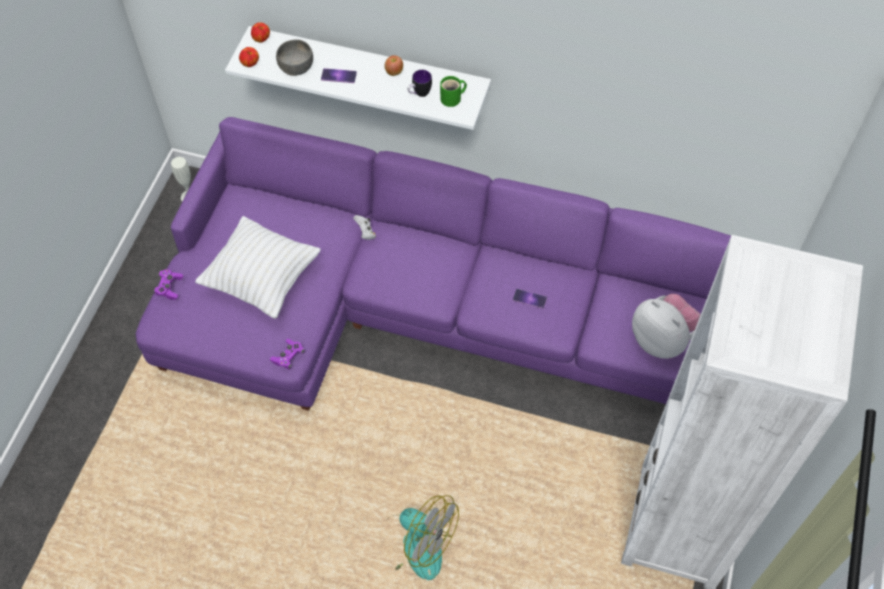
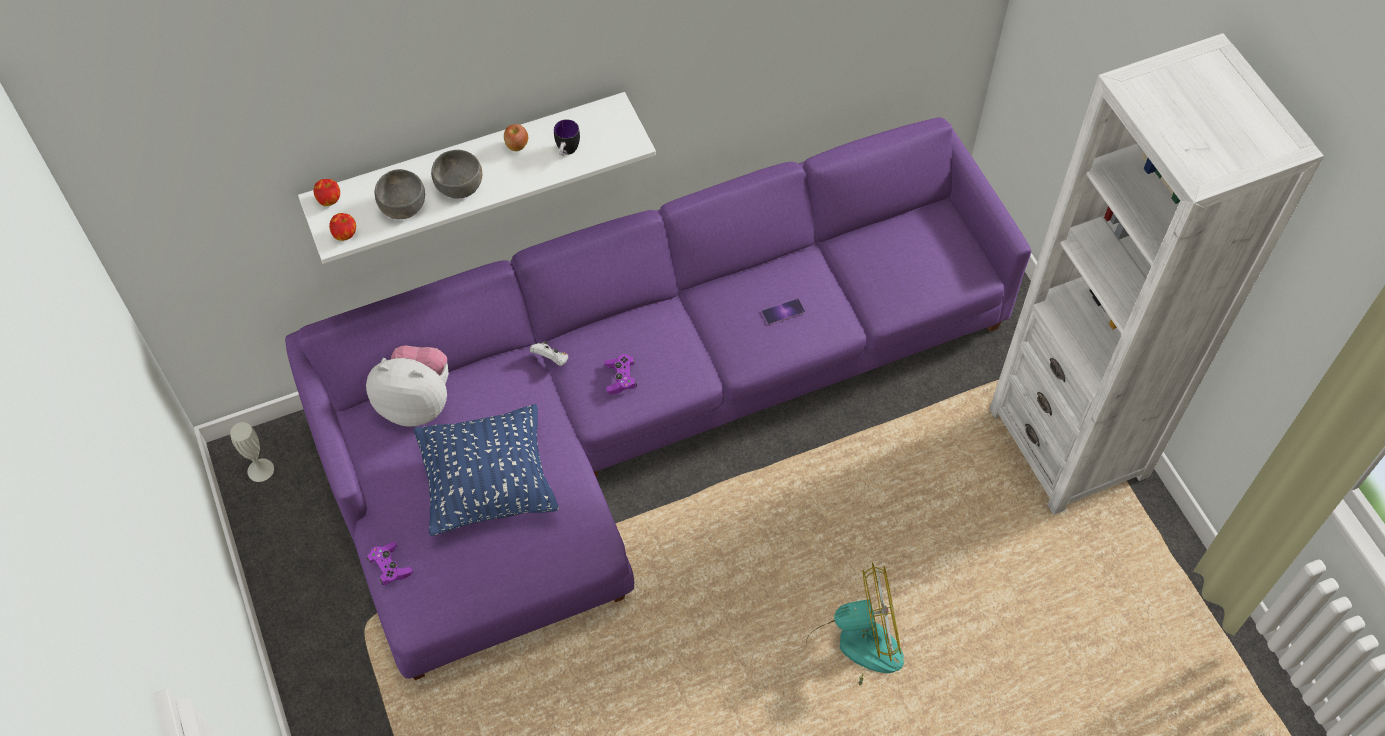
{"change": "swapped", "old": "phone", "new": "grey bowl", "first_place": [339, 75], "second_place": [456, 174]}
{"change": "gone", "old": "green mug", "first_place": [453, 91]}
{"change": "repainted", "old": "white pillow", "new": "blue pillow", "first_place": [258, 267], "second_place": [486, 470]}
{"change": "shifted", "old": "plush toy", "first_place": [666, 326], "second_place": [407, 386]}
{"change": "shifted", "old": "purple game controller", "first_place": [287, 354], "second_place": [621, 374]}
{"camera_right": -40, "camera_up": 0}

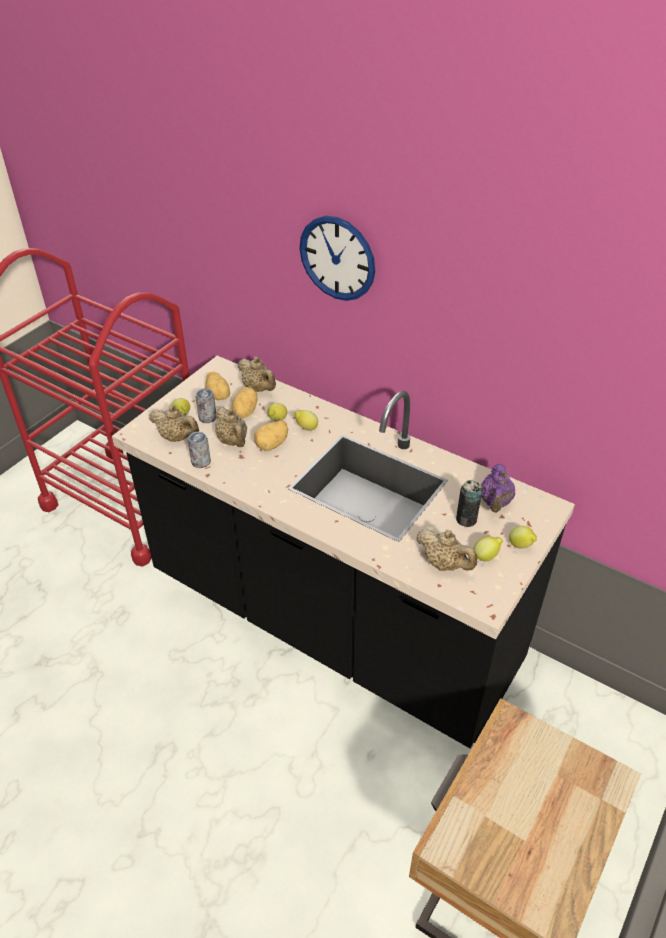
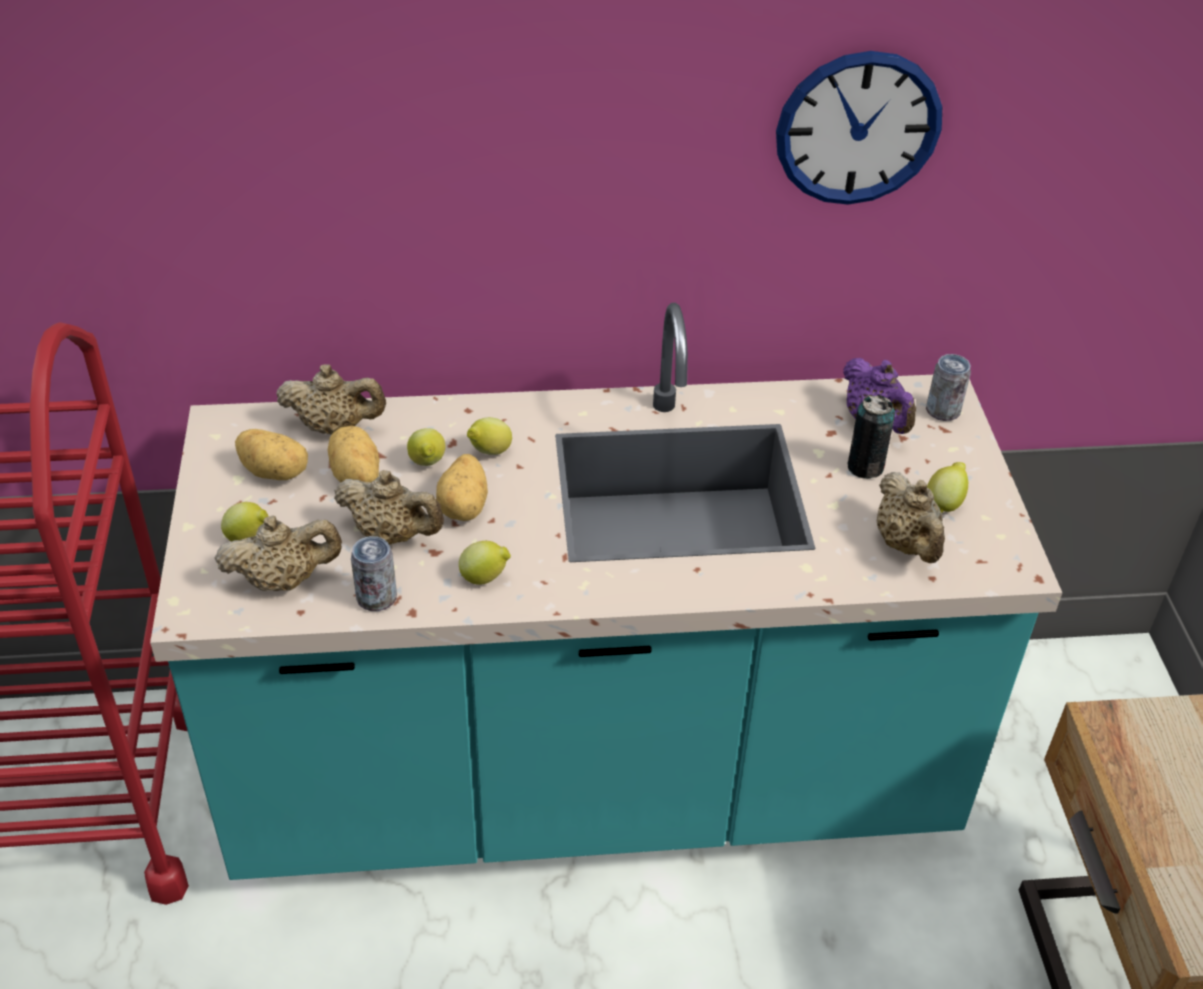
{"change": "shifted", "old": "wall clock", "first_place": [337, 258], "second_place": [859, 128]}
{"change": "repainted", "old": "black counter", "new": "turquoise counter", "first_place": [343, 552], "second_place": [606, 591]}
{"change": "shifted", "old": "can", "first_place": [206, 405], "second_place": [948, 387]}
{"change": "shifted", "old": "lemon", "first_place": [523, 537], "second_place": [485, 563]}
{"change": "rotated", "old": "beige teapot", "first_place": [446, 550], "second_place": [911, 517], "degrees": 75}
{"camera_right": -40, "camera_up": 0}

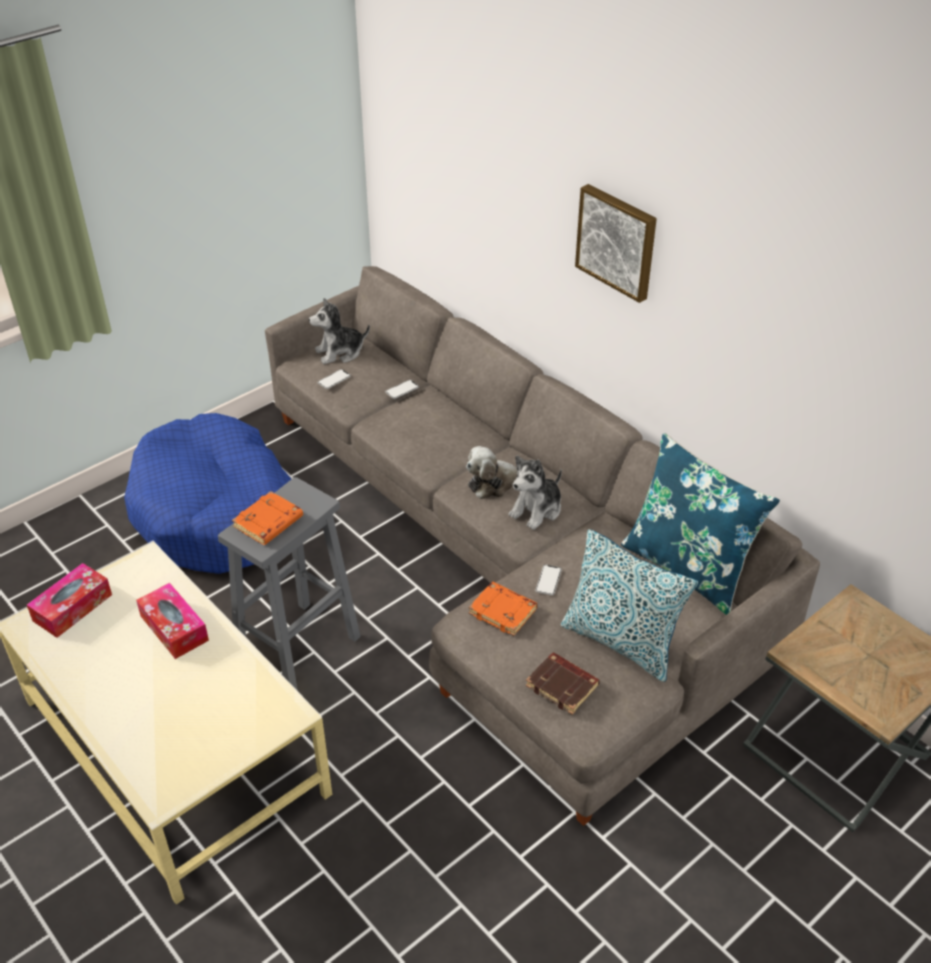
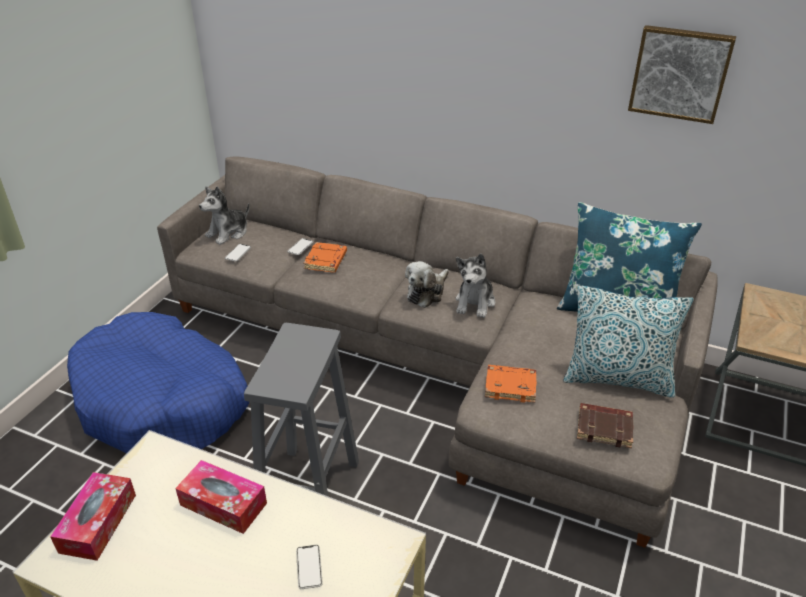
{"change": "shifted", "old": "picture", "first_place": [616, 243], "second_place": [682, 74]}
{"change": "shifted", "old": "orange book", "first_place": [267, 518], "second_place": [325, 257]}
{"change": "shifted", "old": "phone", "first_place": [548, 580], "second_place": [309, 567]}
{"camera_right": -25, "camera_up": -5}

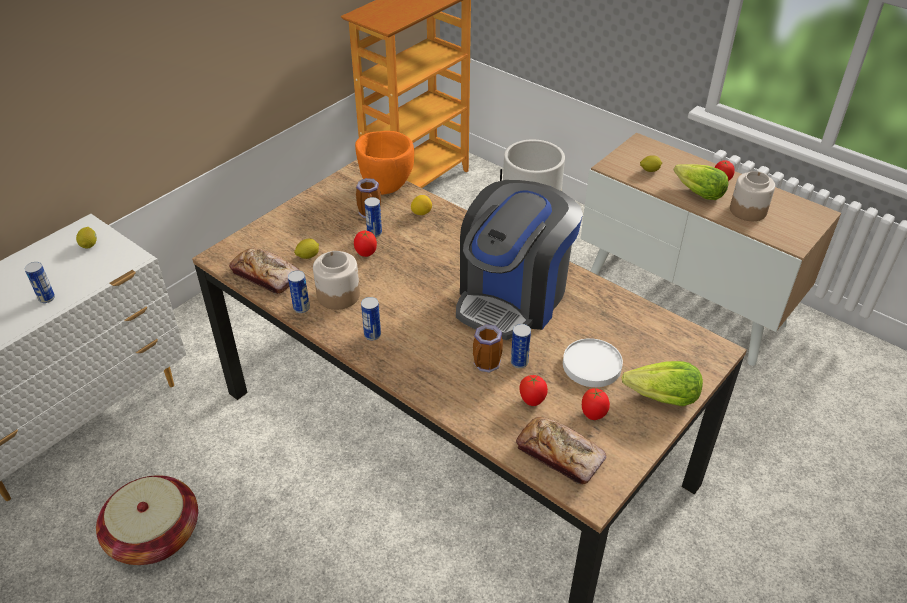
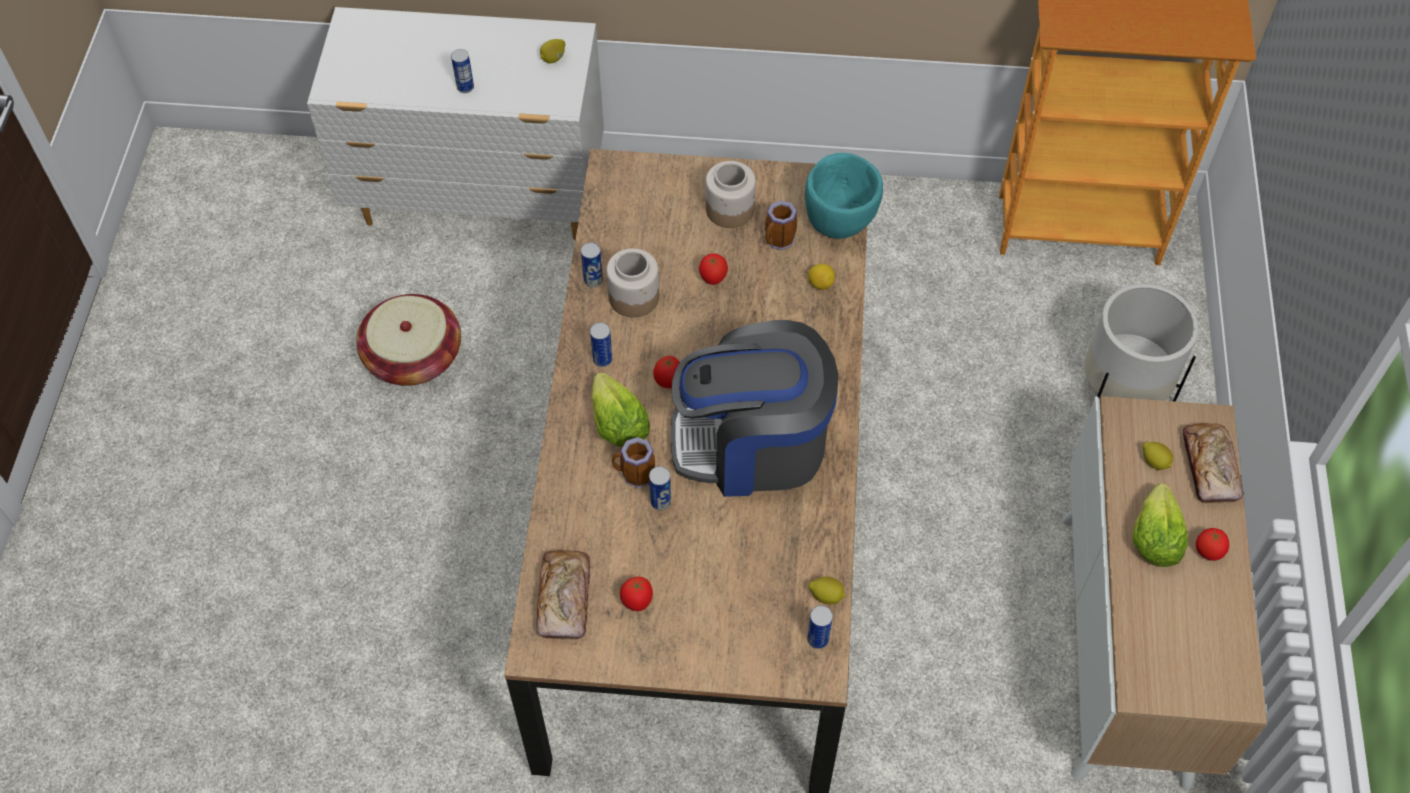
{"change": "repainted", "old": "orange bowl", "new": "turquoise bowl", "first_place": [384, 163], "second_place": [844, 196]}
{"change": "shifted", "old": "jar", "first_place": [752, 196], "second_place": [731, 194]}
{"change": "shifted", "old": "can", "first_place": [373, 217], "second_place": [820, 627]}
{"change": "shifted", "old": "lemon", "first_place": [306, 249], "second_place": [827, 591]}
{"change": "shifted", "old": "bread", "first_place": [264, 271], "second_place": [1213, 463]}
{"change": "gone", "old": "white plate", "first_place": [593, 362]}
{"change": "shifted", "old": "lettuce", "first_place": [662, 383], "second_place": [620, 409]}
{"change": "shifted", "old": "tomato", "first_place": [534, 390], "second_place": [666, 372]}
{"camera_right": 55, "camera_up": 15}

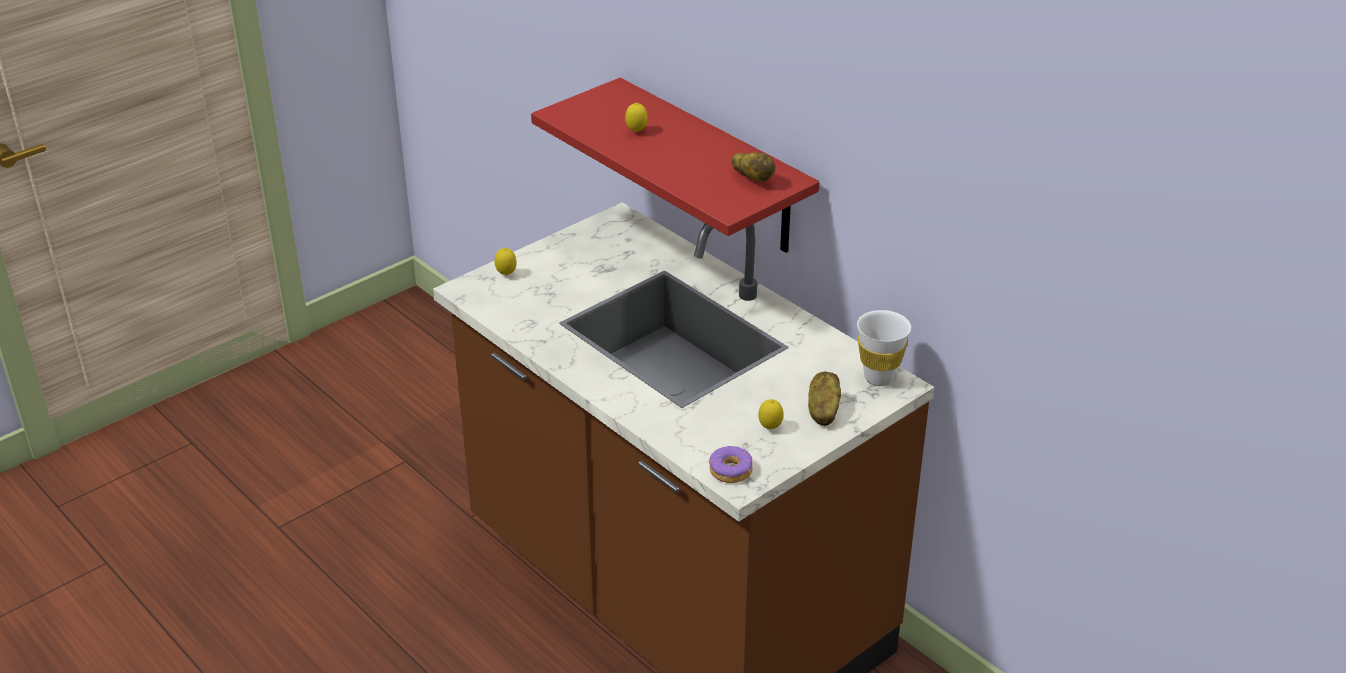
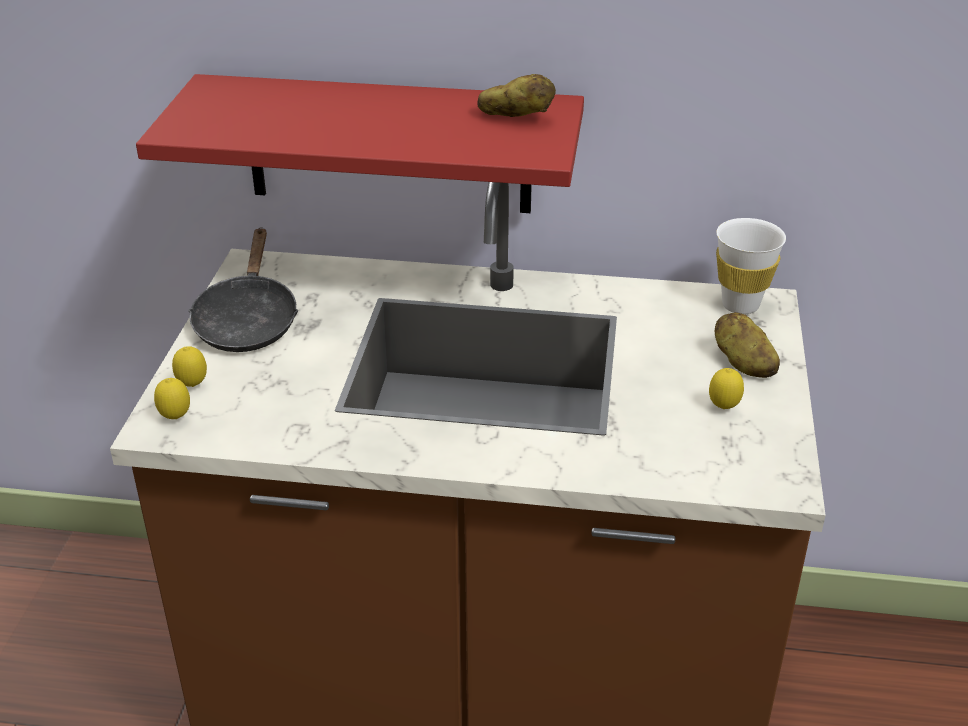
{"change": "shifted", "old": "lemon", "first_place": [636, 117], "second_place": [172, 398]}
{"change": "gone", "old": "donut", "first_place": [731, 464]}
{"change": "new", "new": "black frying pan", "second_place": [243, 289]}
{"camera_right": -40, "camera_up": 0}

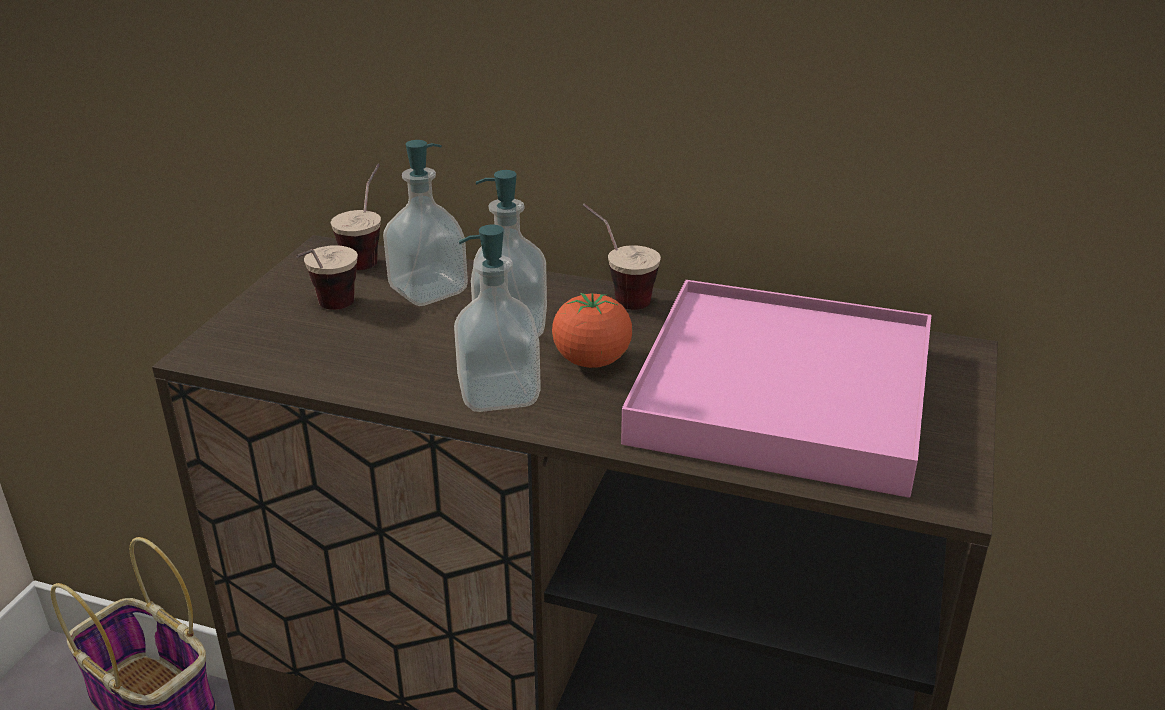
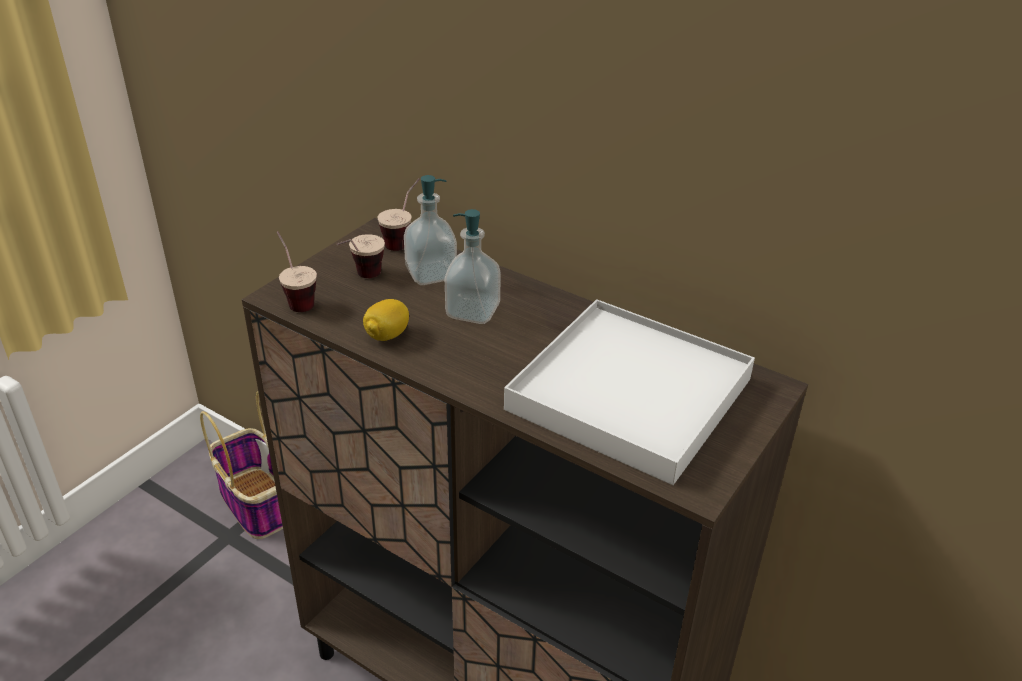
{"change": "shifted", "old": "cup", "first_place": [622, 257], "second_place": [297, 271]}
{"change": "gone", "old": "soap dispenser", "first_place": [497, 318]}
{"change": "repainted", "old": "pink tray", "new": "white tray", "first_place": [776, 389], "second_place": [629, 392]}
{"change": "gone", "old": "tomato", "first_place": [592, 330]}
{"change": "new", "new": "lemon", "second_place": [386, 320]}
{"camera_right": 15, "camera_up": 5}

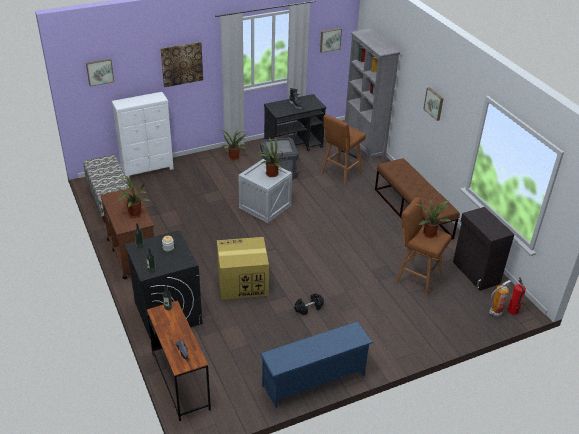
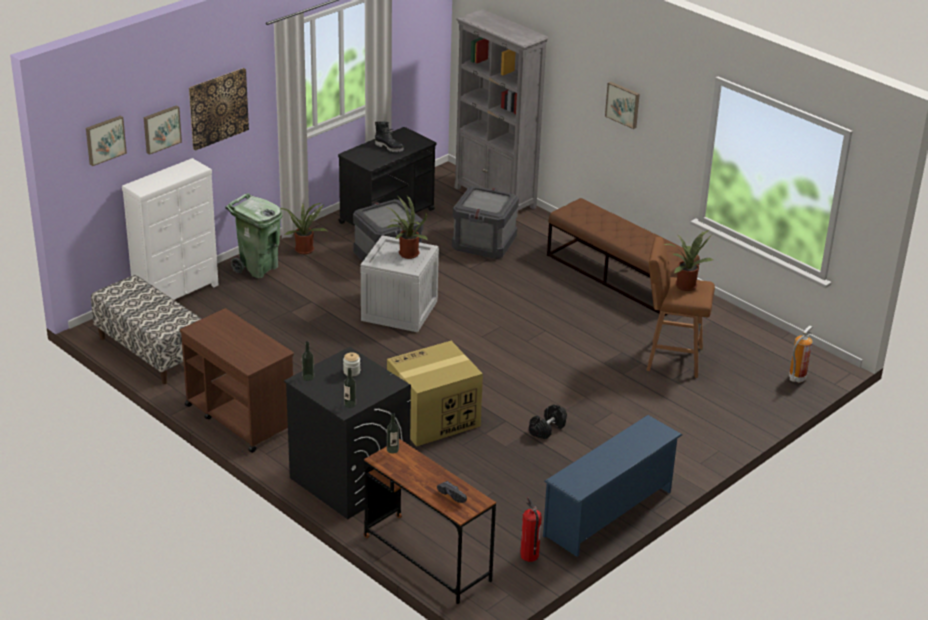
{"change": "shifted", "old": "picture", "first_place": [331, 40], "second_place": [163, 130]}
{"change": "swapped", "old": "brown stool", "new": "crate", "first_place": [343, 150], "second_place": [485, 222]}
{"change": "gone", "old": "potted plant", "first_place": [130, 196]}
{"change": "gone", "old": "black cabinet", "first_place": [483, 249]}
{"change": "shifted", "old": "fire extinguisher", "first_place": [517, 296], "second_place": [531, 529]}
{"change": "new", "new": "green trash can", "second_place": [254, 235]}
{"camera_right": -20, "camera_up": -5}

